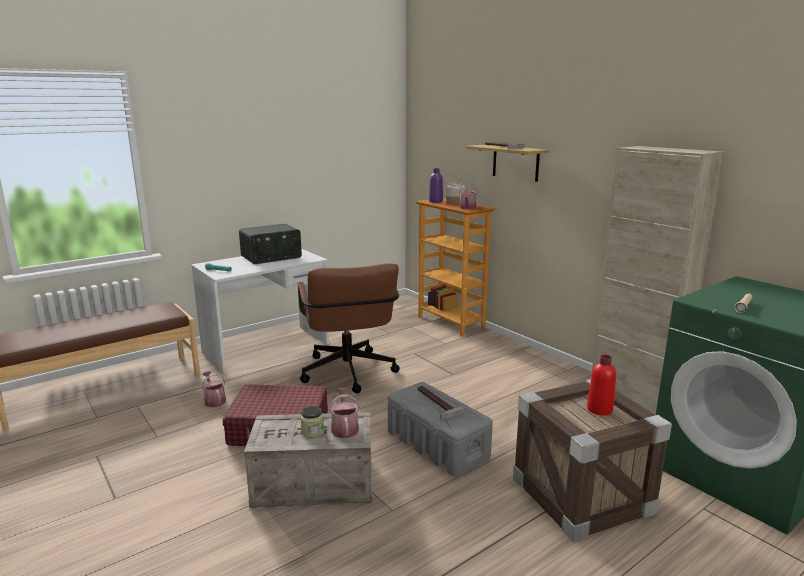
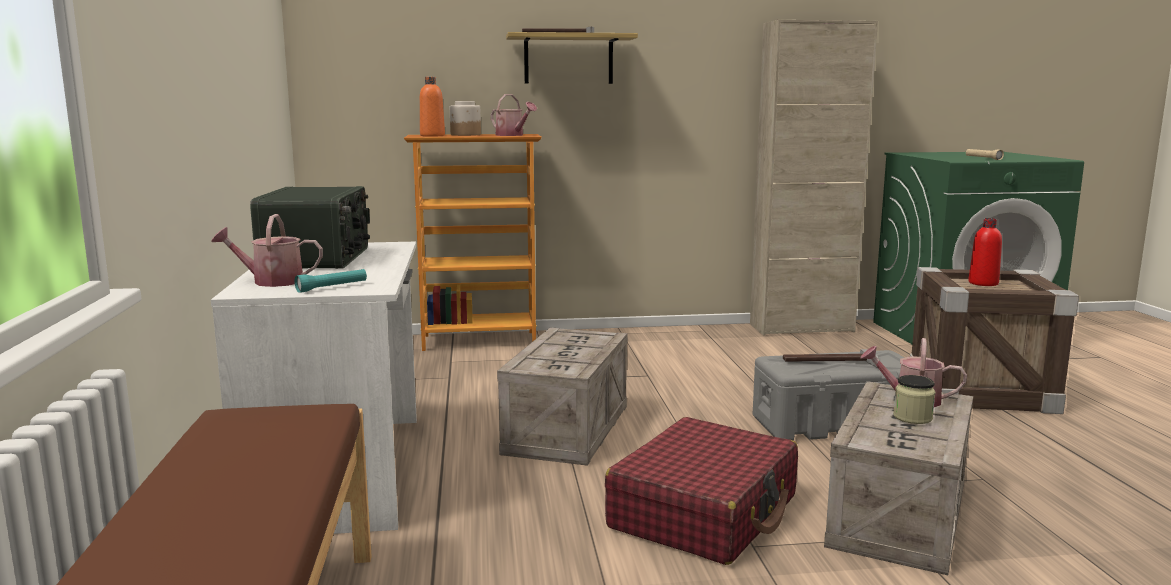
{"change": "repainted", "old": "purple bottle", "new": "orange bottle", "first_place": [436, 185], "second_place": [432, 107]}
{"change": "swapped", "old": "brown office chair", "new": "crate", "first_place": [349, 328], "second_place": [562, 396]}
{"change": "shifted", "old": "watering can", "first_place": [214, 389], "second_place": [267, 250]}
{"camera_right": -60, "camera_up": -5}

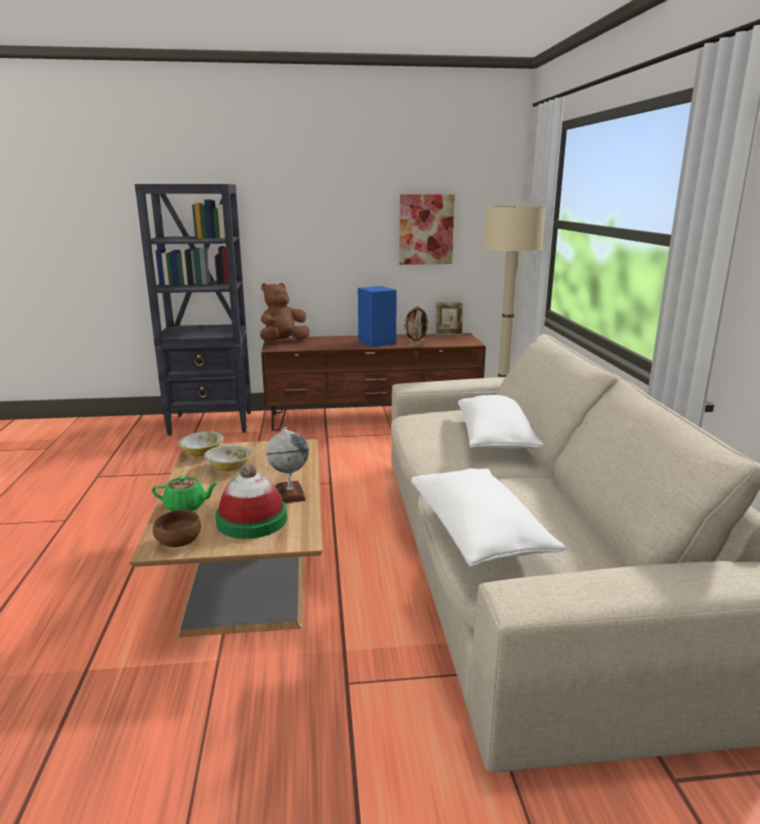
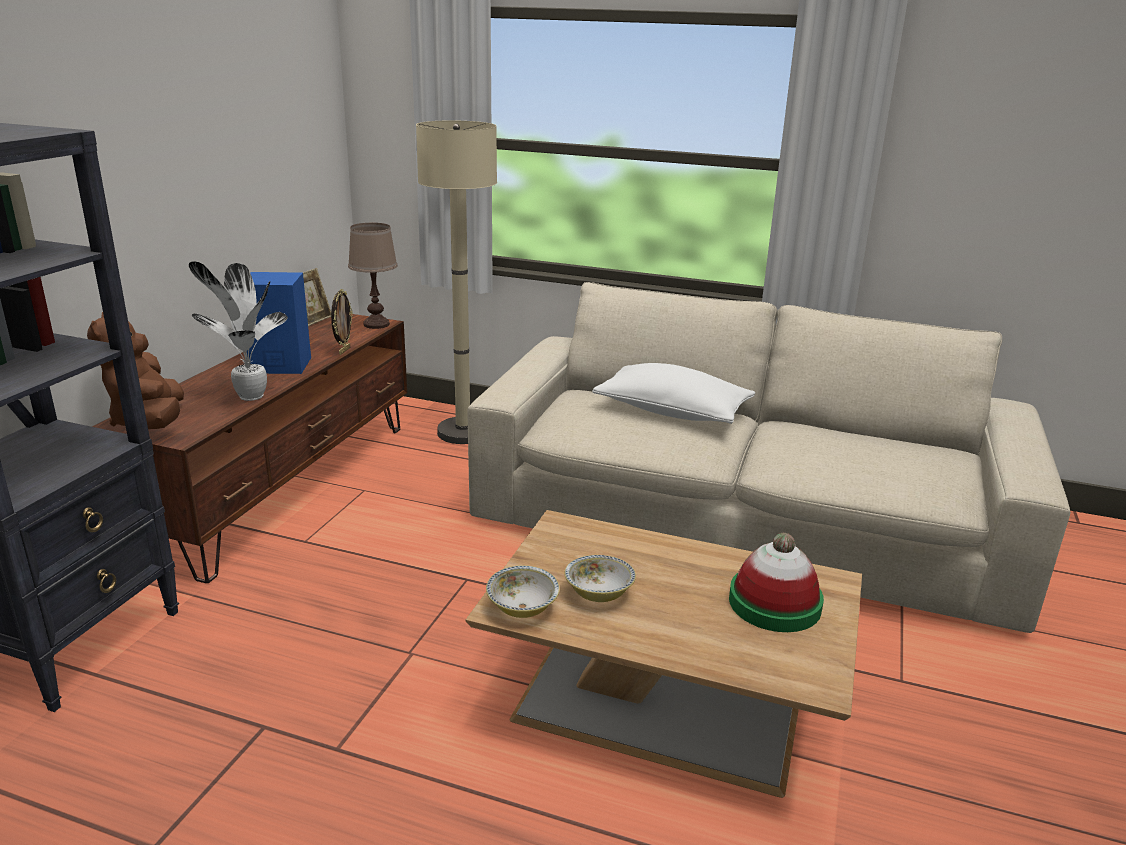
{"change": "gone", "old": "picture", "first_place": [427, 229]}
{"change": "gone", "old": "globe", "first_place": [288, 465]}
{"change": "gone", "old": "white pillow", "first_place": [488, 517]}
{"change": "gone", "old": "green teapot", "first_place": [185, 493]}
{"change": "gone", "old": "brown bowl", "first_place": [177, 528]}
{"change": "new", "new": "brown table lamp", "second_place": [373, 276]}
{"change": "new", "new": "potted plant", "second_place": [238, 331]}
{"camera_right": -65, "camera_up": 5}

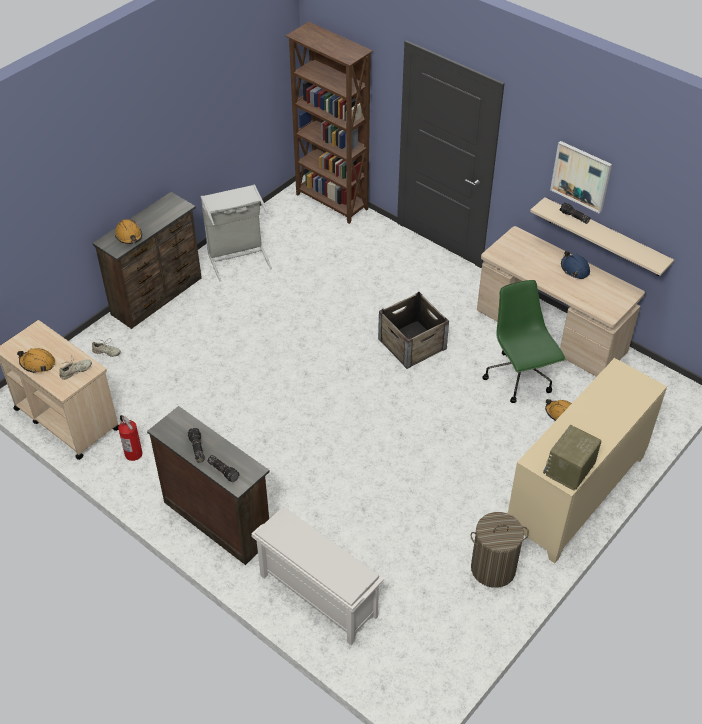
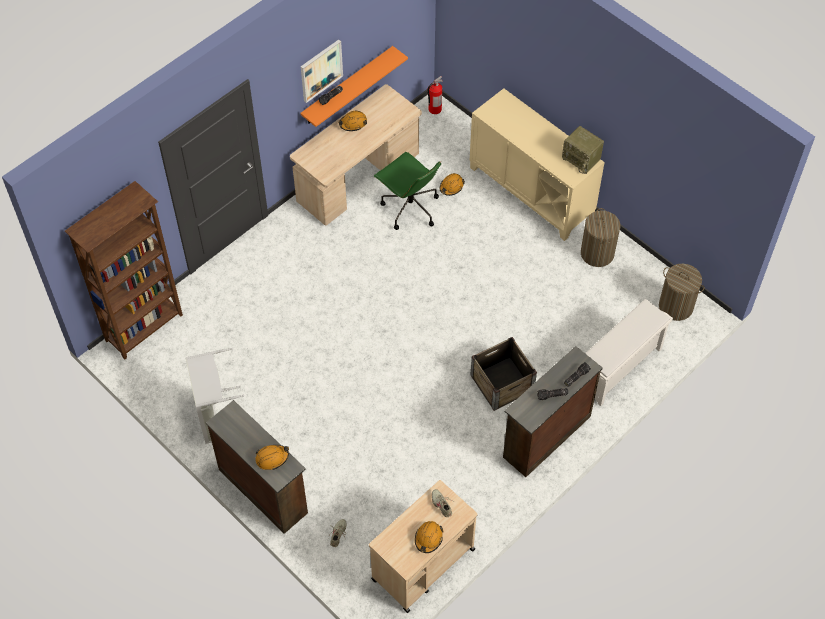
{"change": "repainted", "old": "beige shelf", "new": "orange shelf", "first_place": [602, 236], "second_place": [354, 86]}
{"change": "repainted", "old": "blue hard hat", "new": "orange hard hat", "first_place": [575, 265], "second_place": [352, 121]}
{"change": "rotated", "old": "green office chair", "first_place": [523, 341], "second_place": [407, 191], "degrees": -120}
{"change": "shifted", "old": "crate", "first_place": [413, 330], "second_place": [503, 374]}
{"change": "shifted", "old": "fire extinguisher", "first_place": [130, 438], "second_place": [435, 95]}
{"change": "new", "new": "laundry basket", "second_place": [682, 292]}
{"camera_right": -85, "camera_up": 10}

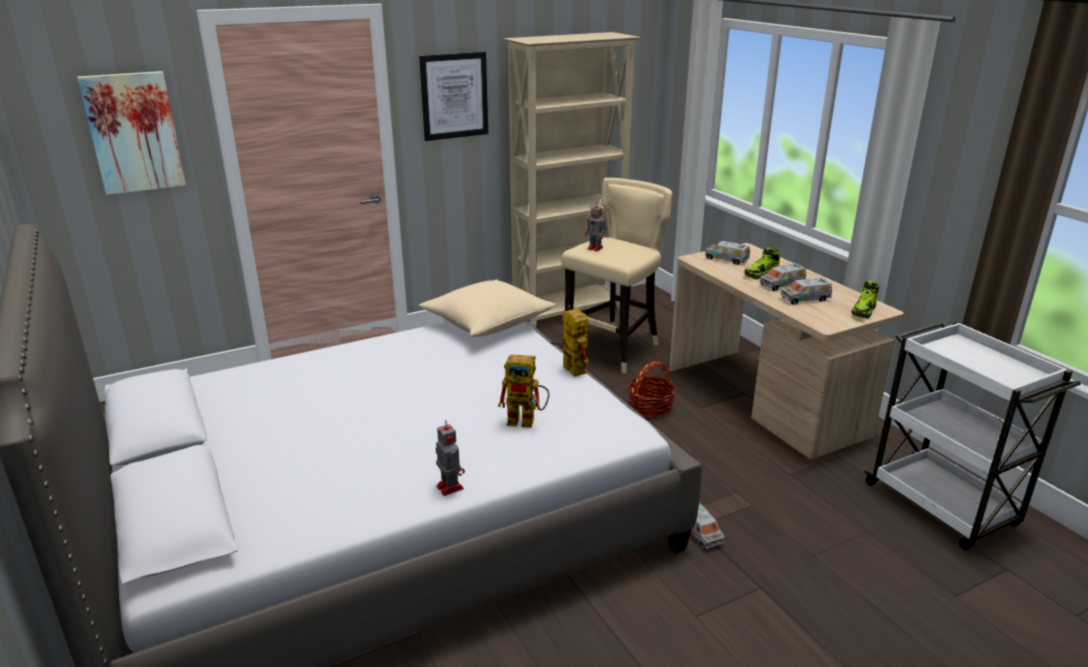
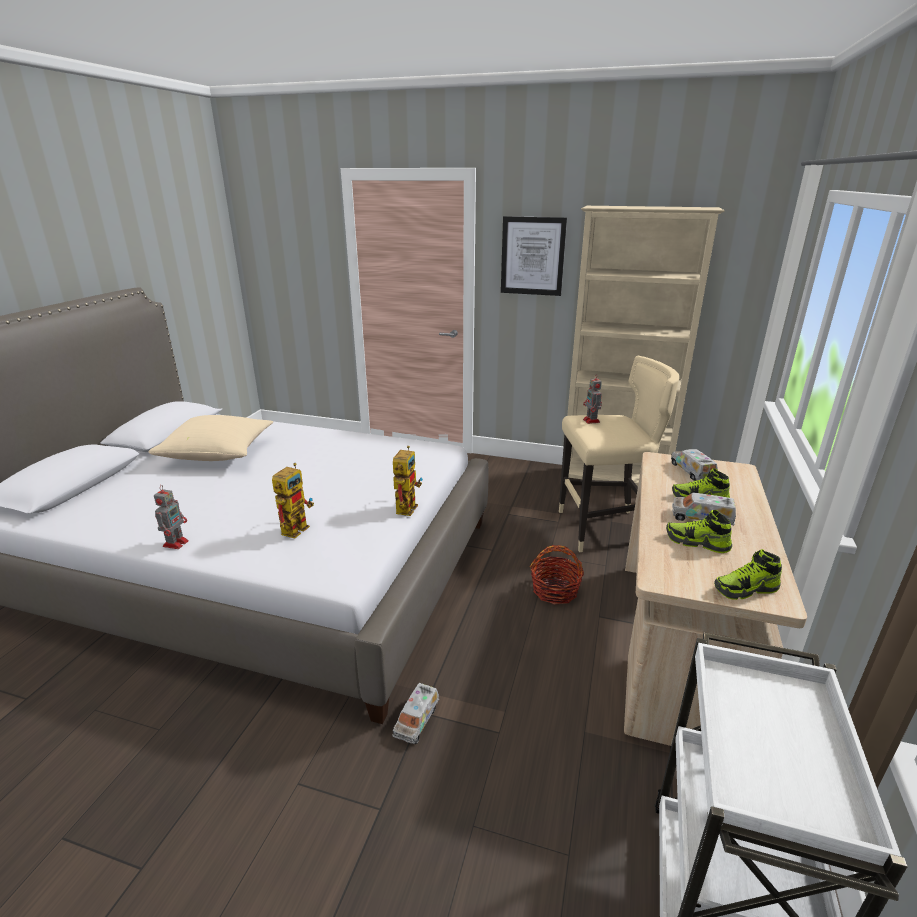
{"change": "gone", "old": "picture", "first_place": [131, 133]}
{"change": "swapped", "old": "toy truck", "new": "shoe", "first_place": [806, 291], "second_place": [699, 531]}
{"change": "shifted", "old": "beige pillow", "first_place": [488, 308], "second_place": [210, 438]}
{"change": "rotated", "old": "toy robot", "first_place": [523, 391], "second_place": [293, 501], "degrees": -120}
{"camera_right": 45, "camera_up": 0}

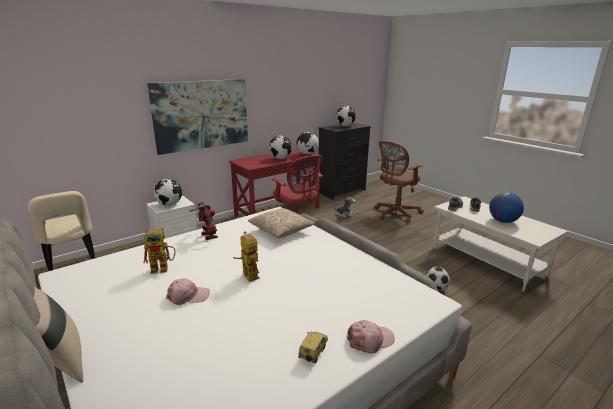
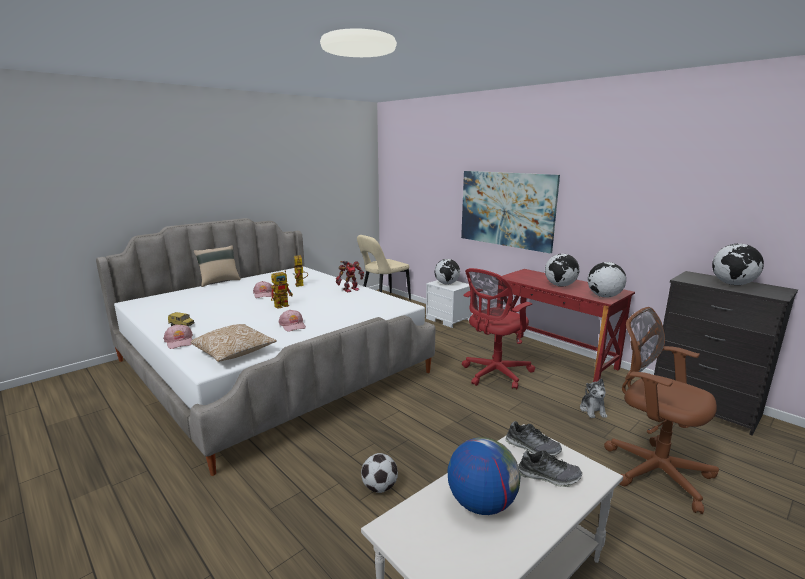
{"change": "shifted", "old": "pillow", "first_place": [282, 223], "second_place": [234, 343]}
{"change": "new", "new": "pink cap", "second_place": [292, 321]}
{"camera_right": 85, "camera_up": -5}

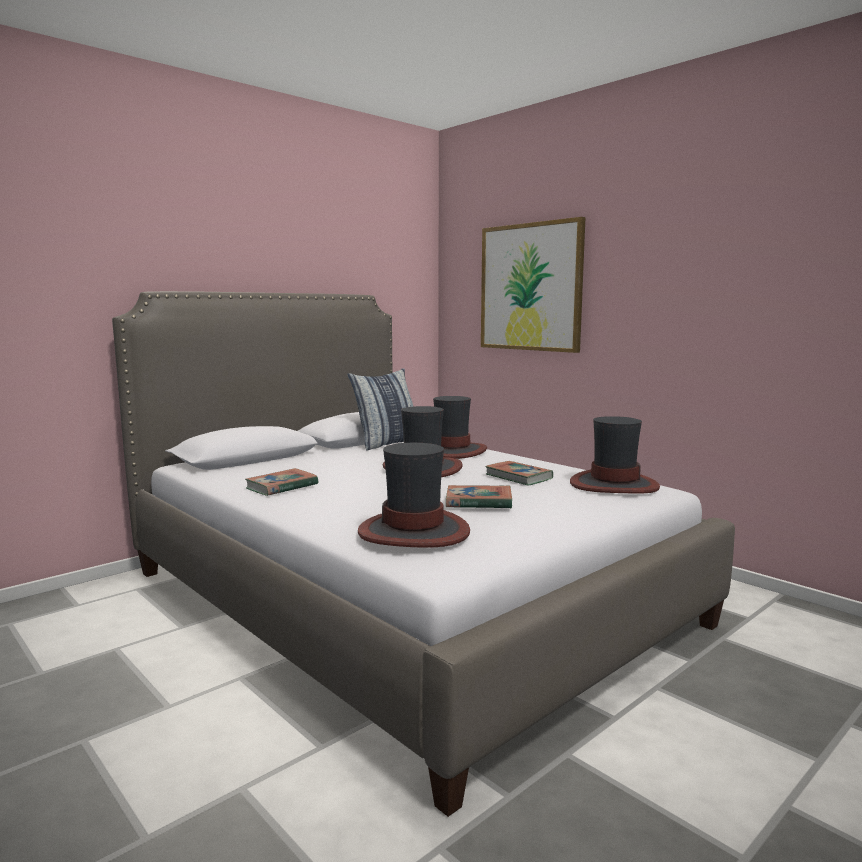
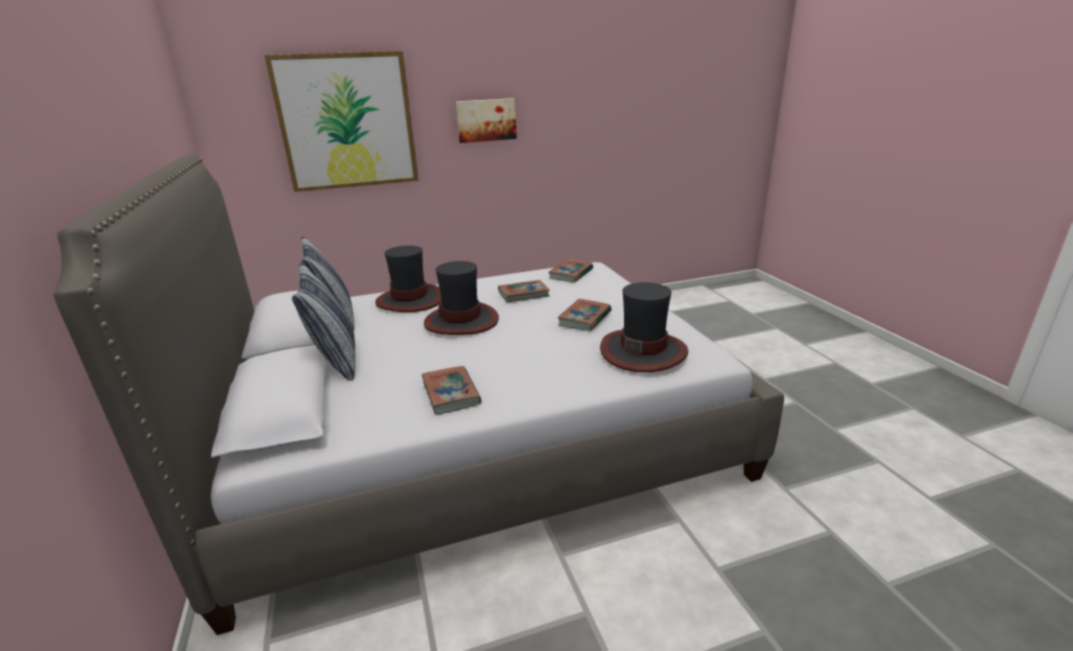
{"change": "swapped", "old": "hat", "new": "book", "first_place": [615, 455], "second_place": [571, 270]}
{"change": "new", "new": "picture", "second_place": [486, 120]}
{"change": "new", "new": "pillow", "second_place": [323, 321]}
{"camera_right": -65, "camera_up": 15}

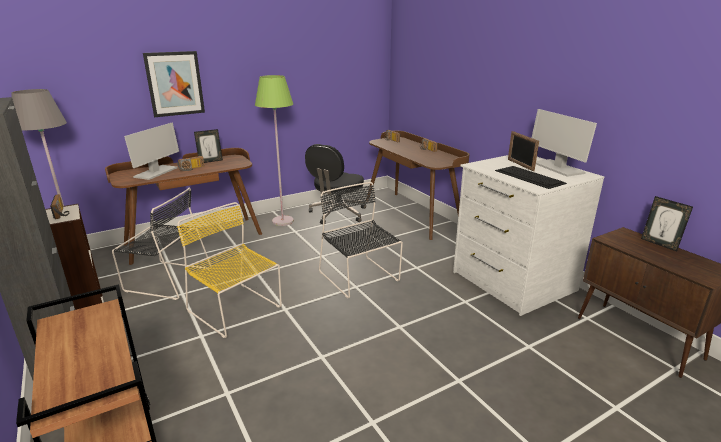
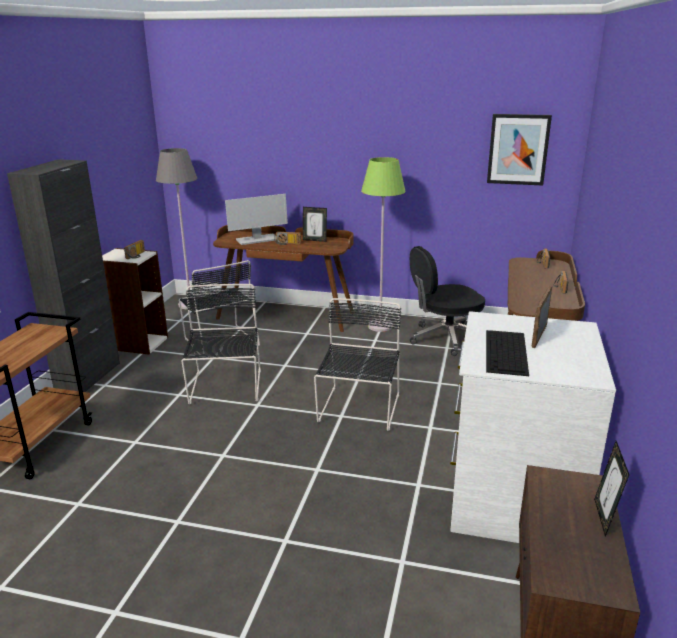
{"change": "shifted", "old": "picture", "first_place": [174, 84], "second_place": [519, 149]}
{"change": "gone", "old": "monitor", "first_place": [564, 143]}
{"change": "repainted", "old": "yellow chair", "new": "black chair", "first_place": [229, 270], "second_place": [221, 344]}
{"camera_right": 45, "camera_up": 0}

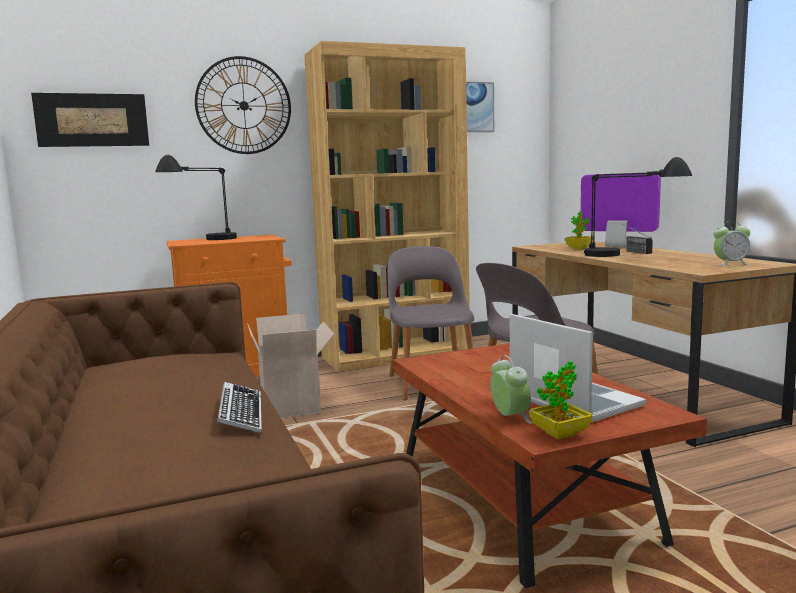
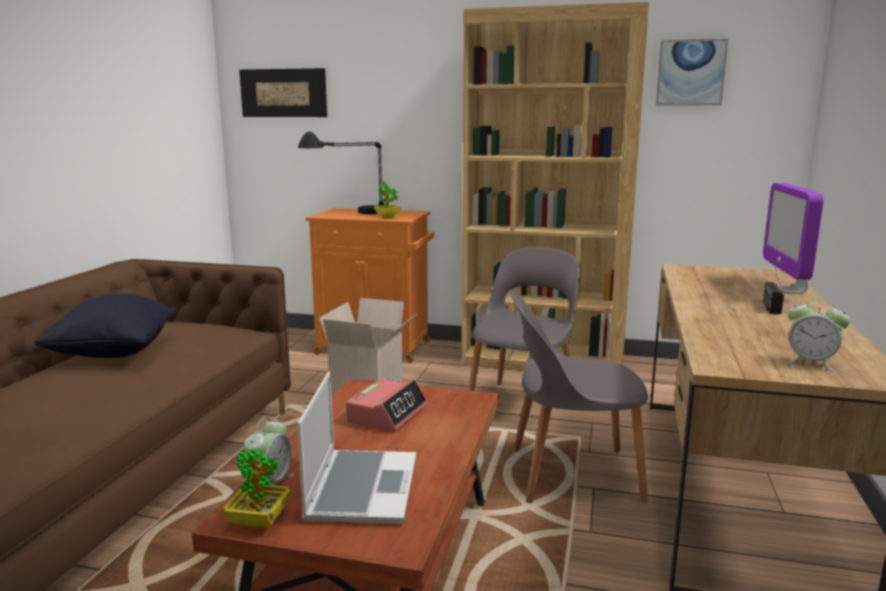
{"change": "gone", "old": "wall clock", "first_place": [243, 105]}
{"change": "gone", "old": "black table lamp", "first_place": [638, 207]}
{"change": "rotated", "old": "monitor", "first_place": [620, 210], "second_place": [793, 238], "degrees": -150}
{"change": "shifted", "old": "potted plant", "first_place": [578, 230], "second_place": [387, 200]}
{"change": "gone", "old": "keyboard", "first_place": [239, 407]}
{"change": "new", "new": "black pillow", "second_place": [105, 326]}
{"change": "new", "new": "alarm clock", "second_place": [386, 405]}
{"camera_right": 35, "camera_up": 5}

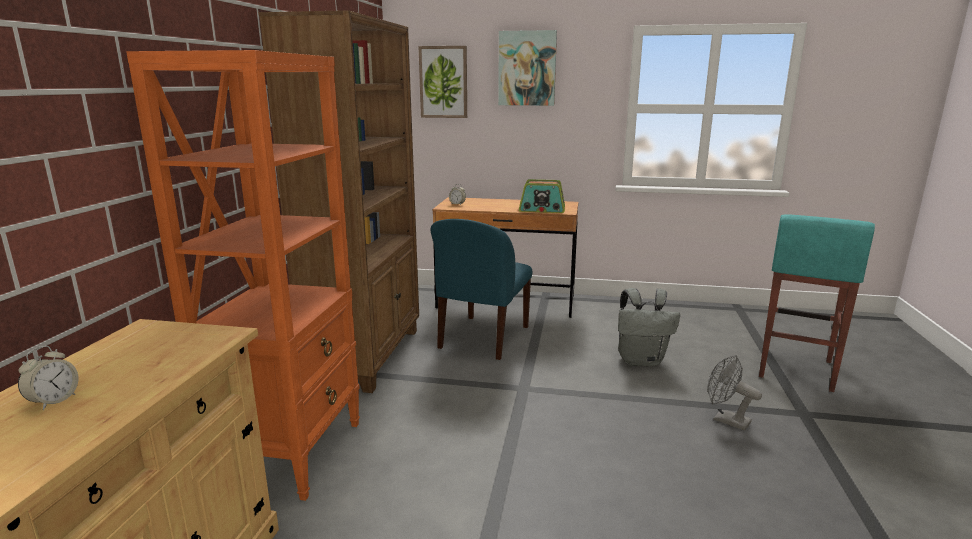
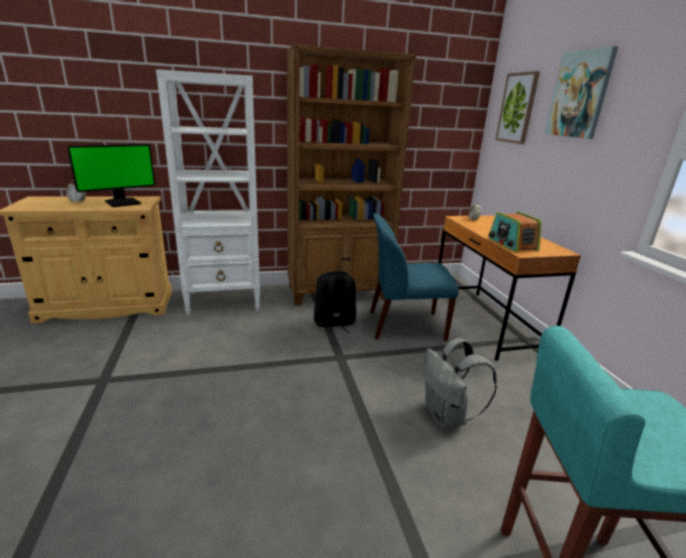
{"change": "repainted", "old": "orange bookcase", "new": "white bookcase", "first_place": [243, 275], "second_place": [208, 192]}
{"change": "gone", "old": "grey fan", "first_place": [734, 393]}
{"change": "new", "new": "monitor", "second_place": [111, 175]}
{"change": "new", "new": "black backpack", "second_place": [335, 303]}
{"camera_right": 65, "camera_up": 5}

